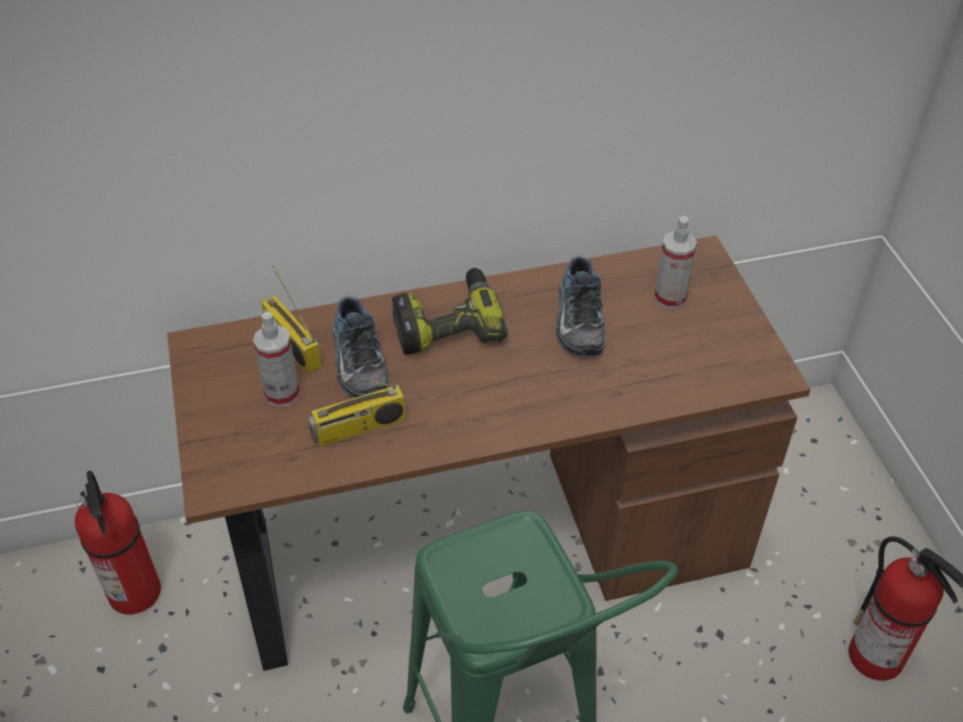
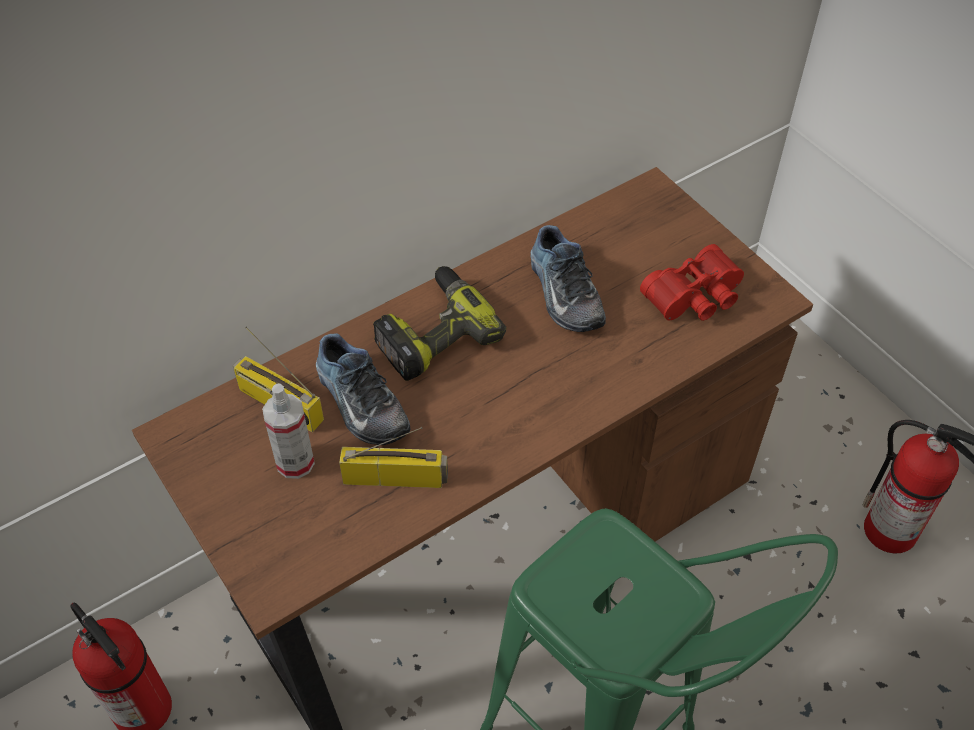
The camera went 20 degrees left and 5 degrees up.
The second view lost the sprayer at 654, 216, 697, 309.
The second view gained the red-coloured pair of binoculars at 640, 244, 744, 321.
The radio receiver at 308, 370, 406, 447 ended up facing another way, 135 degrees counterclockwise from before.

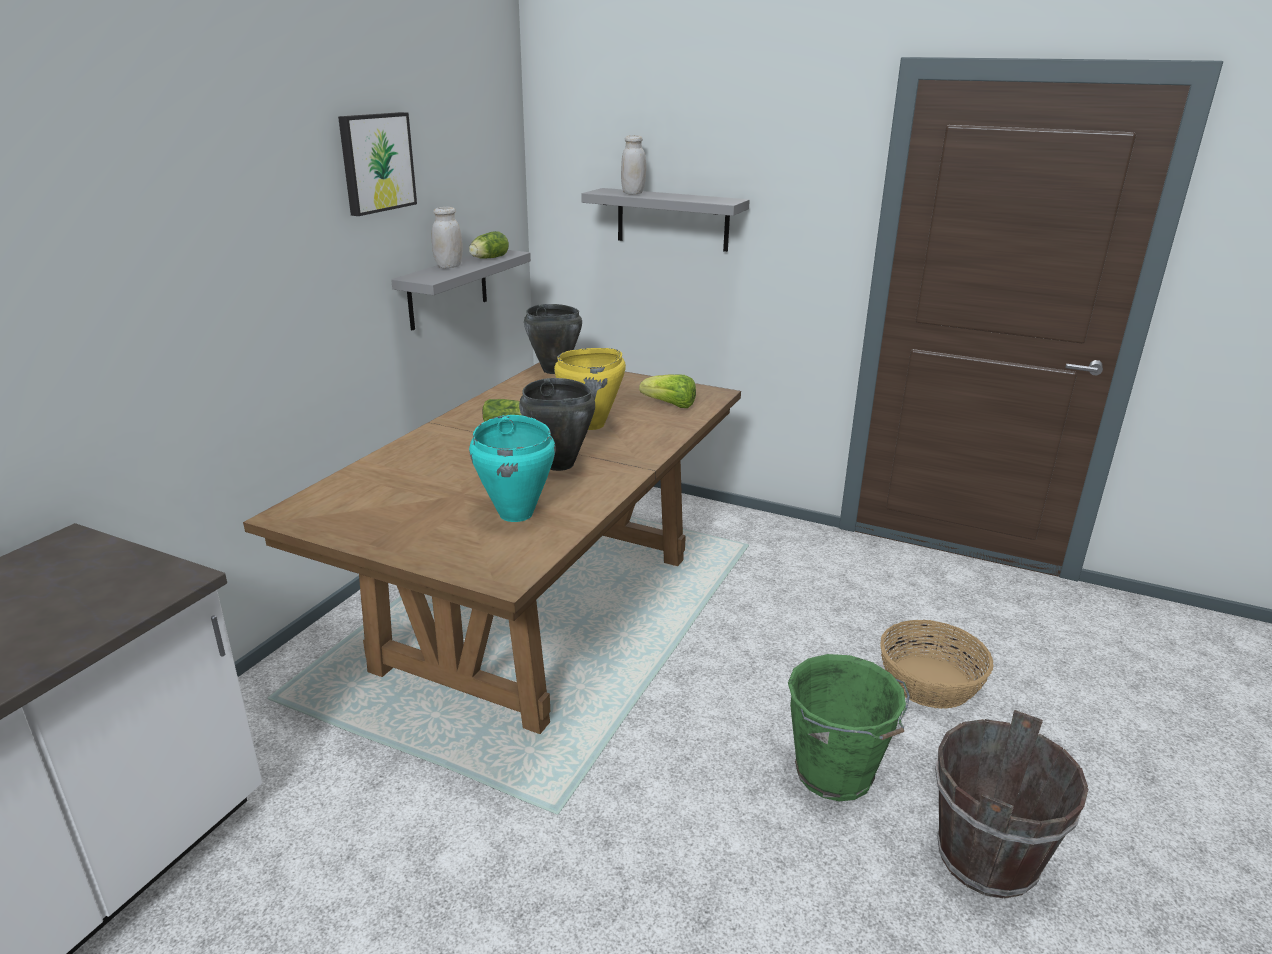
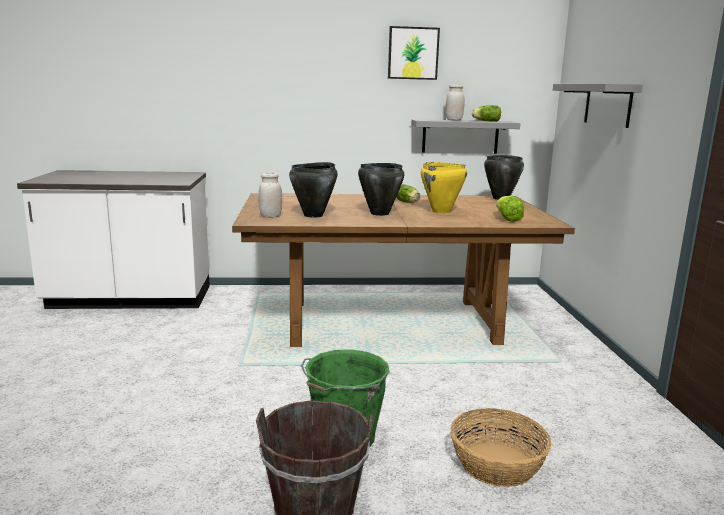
The camera went 60 degrees right and 10 degrees down.
The white jar ended up elsewhere, having gone from 621, 135, 646, 195 to 258, 172, 282, 218.
What was the turquoise-coloured cooking pot at 469, 415, 556, 522 turned into the black-coloured cooking pot at 289, 162, 338, 218.

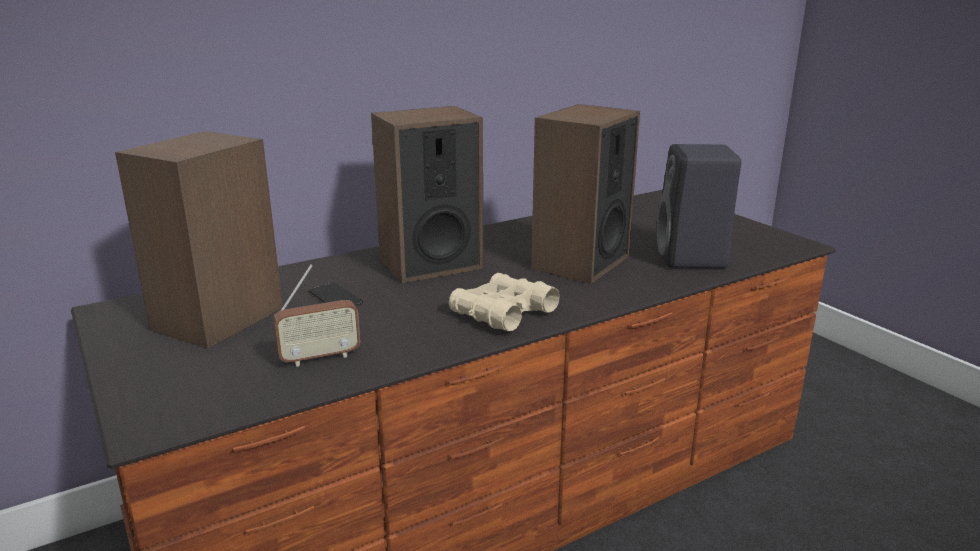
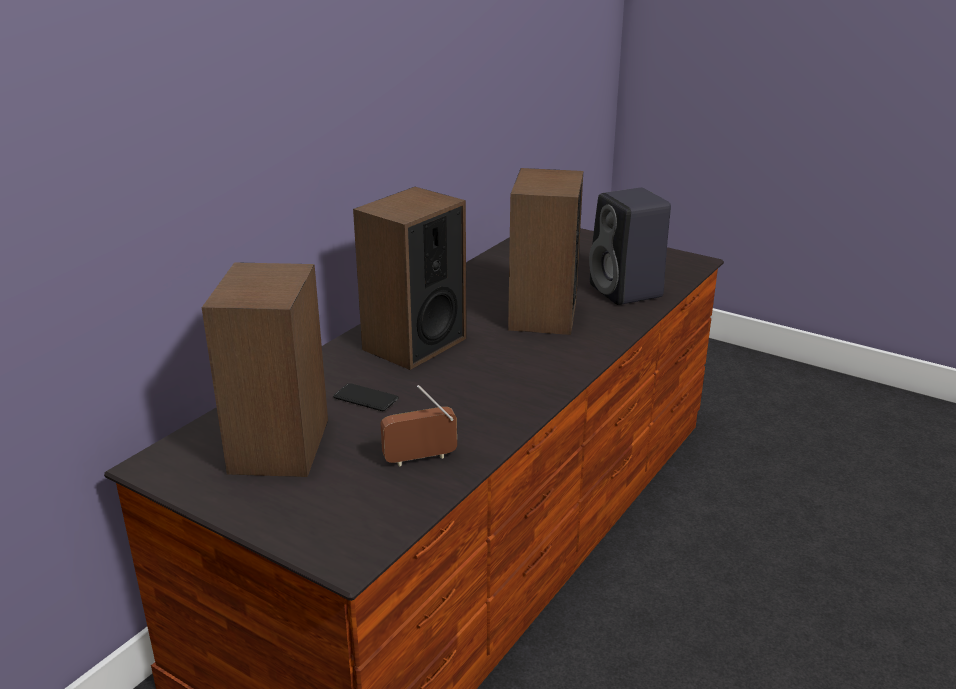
The camera went 25 degrees left and 5 degrees up.
The second view lost the beige pair of binoculars at 449, 273, 560, 331.
The radio receiver at 273, 264, 360, 367 ended up facing another way, 150 degrees counterclockwise from before.

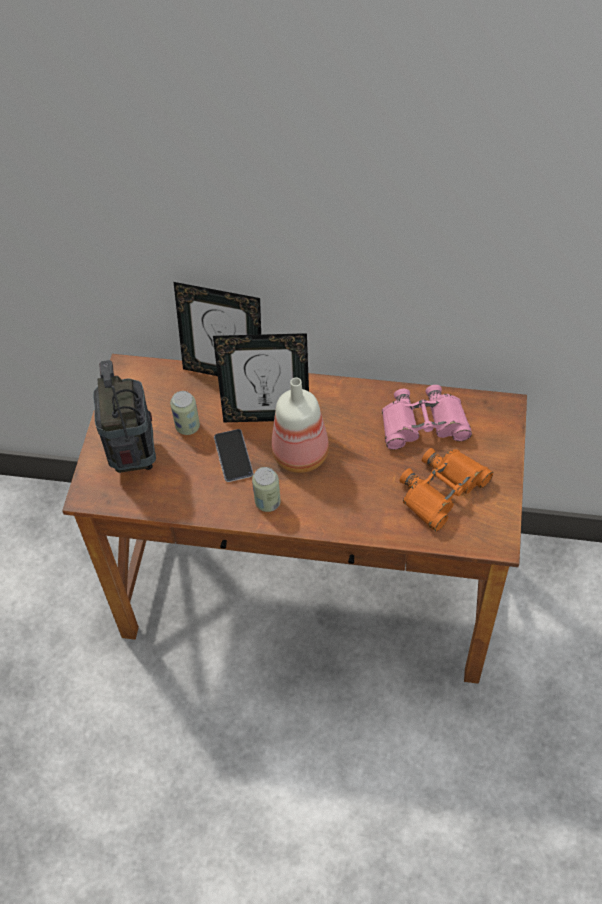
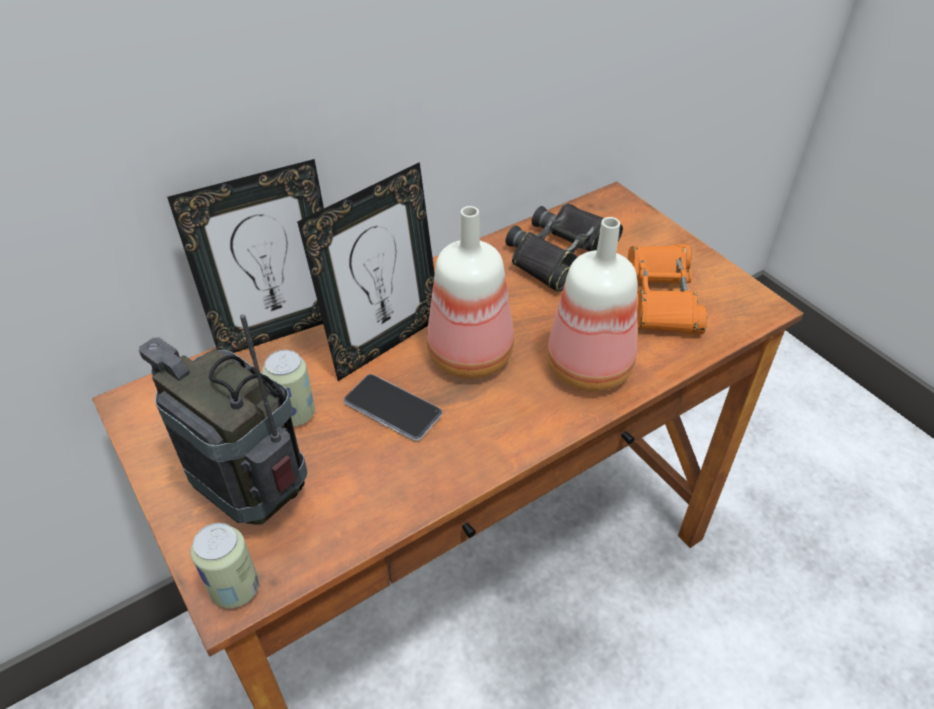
The camera went 45 degrees left and 10 degrees down.
The second view gained the beverage bottle at 547, 217, 637, 392.
The can ended up elsewhere, having gone from 252, 467, 281, 512 to 191, 523, 259, 608.
What was the pink-coloured pair of binoculars at 382, 385, 472, 450 turned into the black-coloured pair of binoculars at 506, 203, 623, 292.

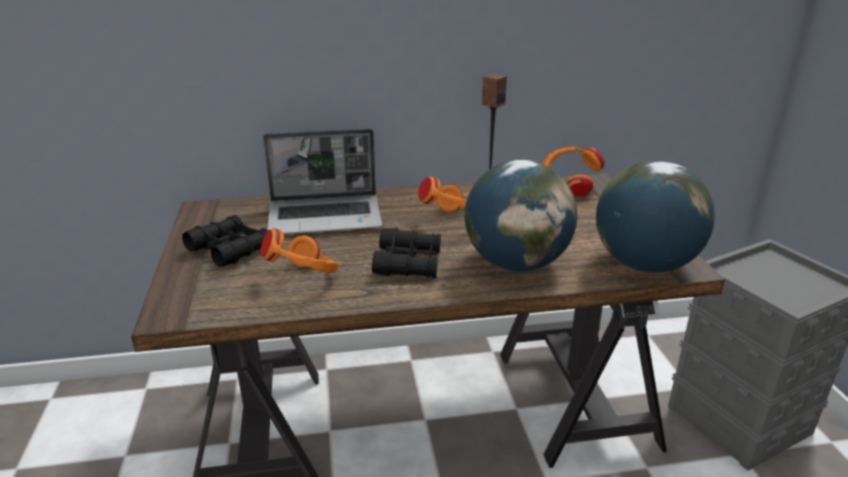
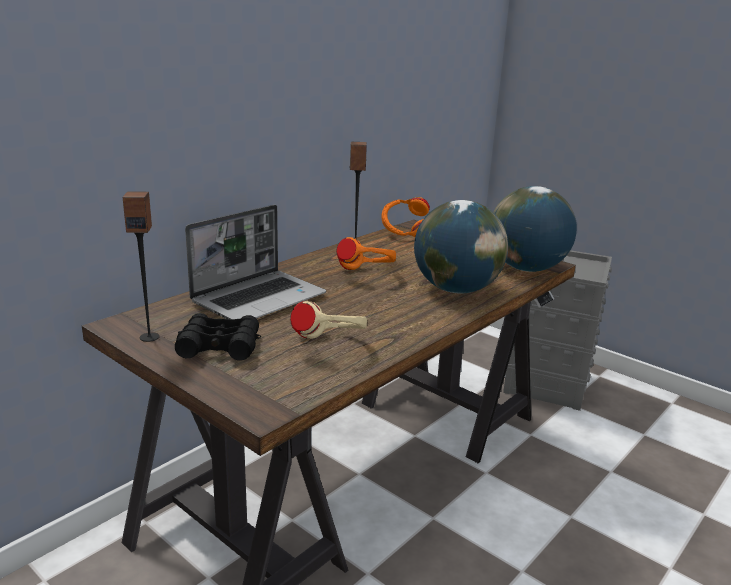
The camera went 40 degrees left and 5 degrees down.
The second view lost the black-coloured pair of binoculars at 372, 227, 441, 278.
The second view gained the speaker at 123, 191, 160, 342.
What was the orange pair of headphones at 260, 228, 339, 273 turned into the beige pair of headphones at 290, 301, 367, 339.

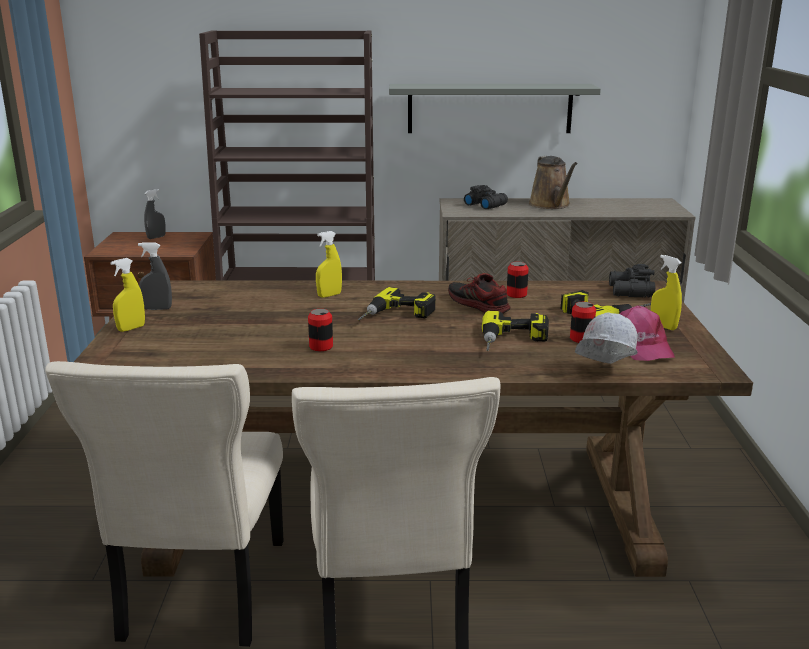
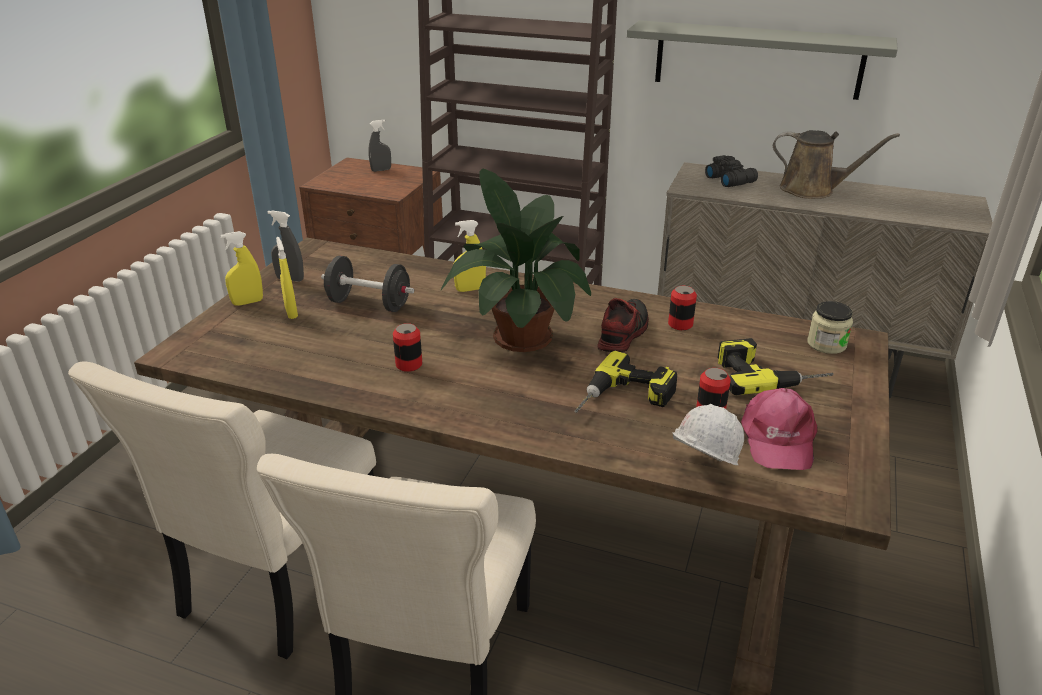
The camera went 20 degrees right and 10 degrees up.
The second view gained the black-coloured dumbbell at 321, 256, 414, 312.
The yellow sprayer ended up elsewhere, having gone from 651, 255, 682, 330 to 276, 237, 298, 319.
Where the drill stood at 357, 287, 435, 320, the houseplant came to stand at 441, 169, 591, 352.
Where the black-coloured pair of binoculars stood at 609, 264, 655, 297, the jar came to stand at 807, 301, 853, 354.
The item of footwear at 448, 273, 510, 313 ended up facing another way, 45 degrees clockwise from before.
The brownish sprinkling can at 529, 156, 578, 209 ended up facing another way, 75 degrees counterclockwise from before.

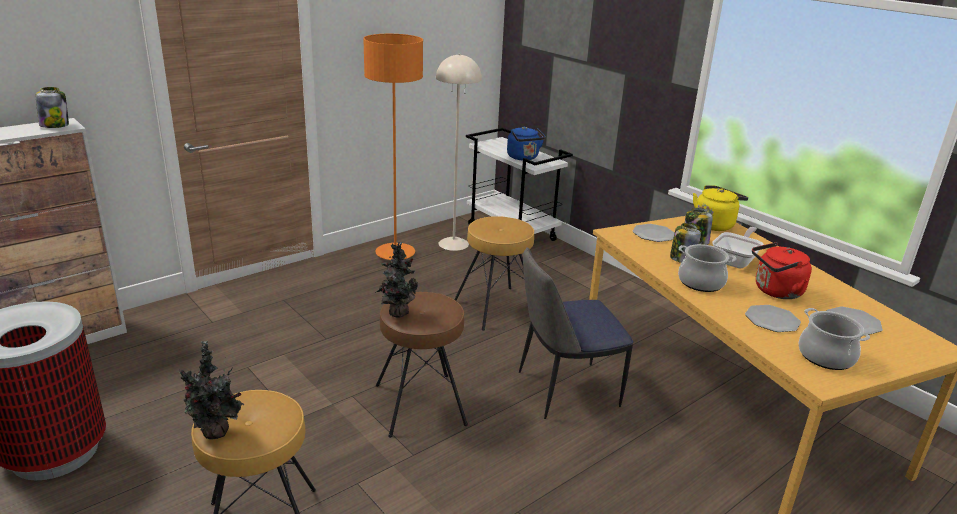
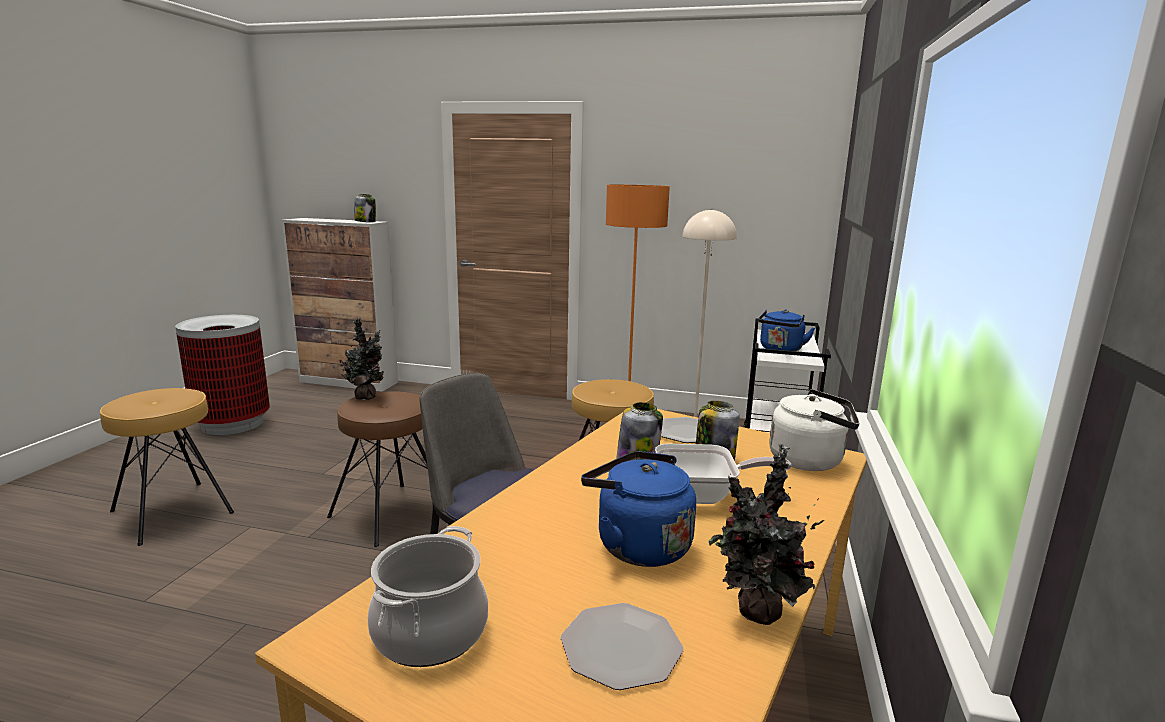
The camera went 55 degrees right and 10 degrees down.
The second view lost the cooking pot at 678, 244, 736, 292.
The second view lost the plate at 745, 305, 801, 332.
The houseplant ended up elsewhere, having gone from 179, 341, 244, 440 to 709, 444, 824, 625.
What was the yellow tea kettle at 693, 185, 748, 231 turned into the white tea kettle at 769, 389, 860, 471.
What was the red-coloured tea kettle at 752, 242, 812, 299 turned into the blue tea kettle at 581, 451, 696, 567.

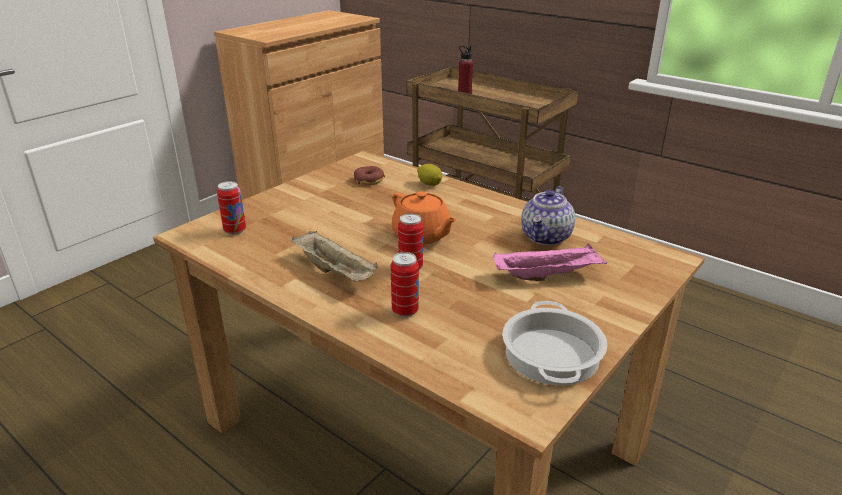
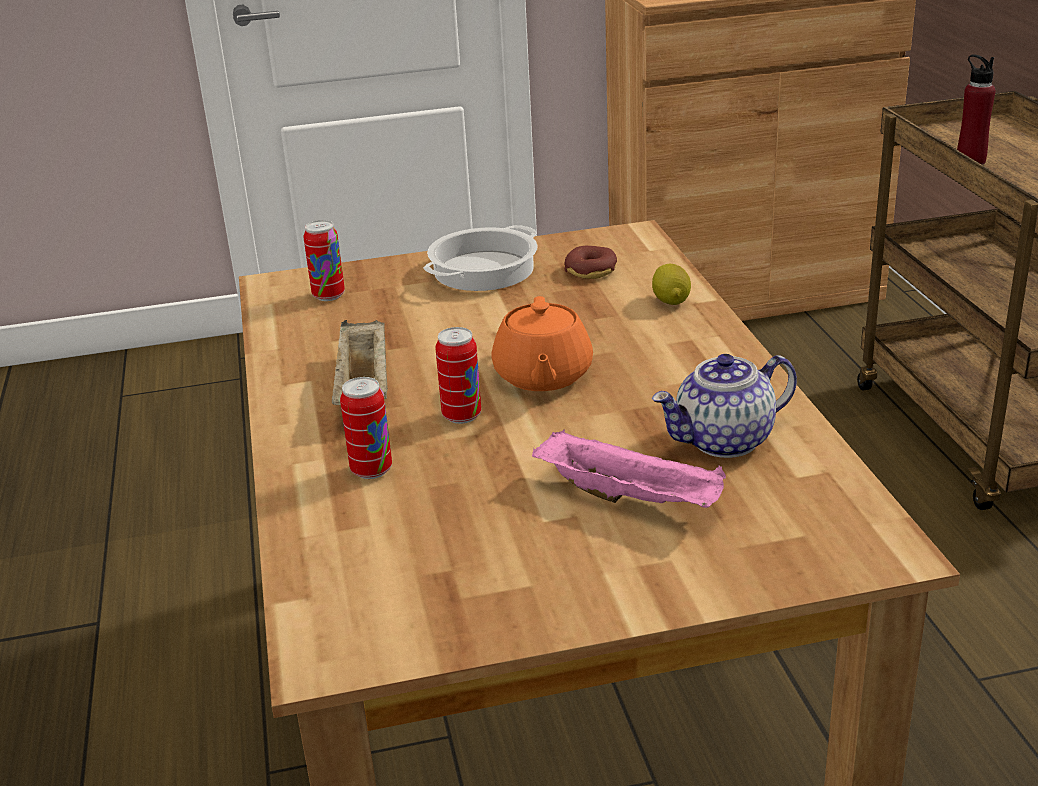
The camera went 40 degrees right and 0 degrees up.
The cooking pot ended up elsewhere, having gone from 502, 301, 607, 385 to 423, 225, 538, 291.

